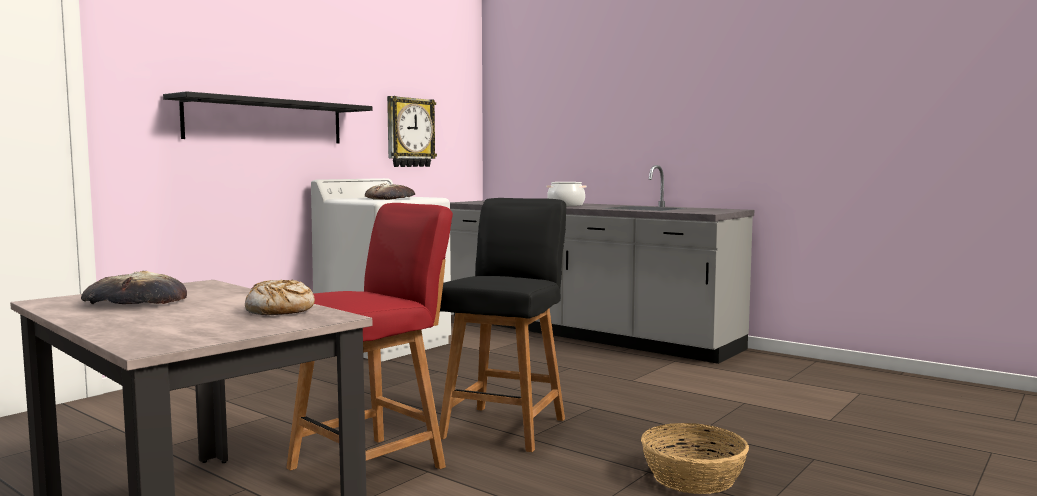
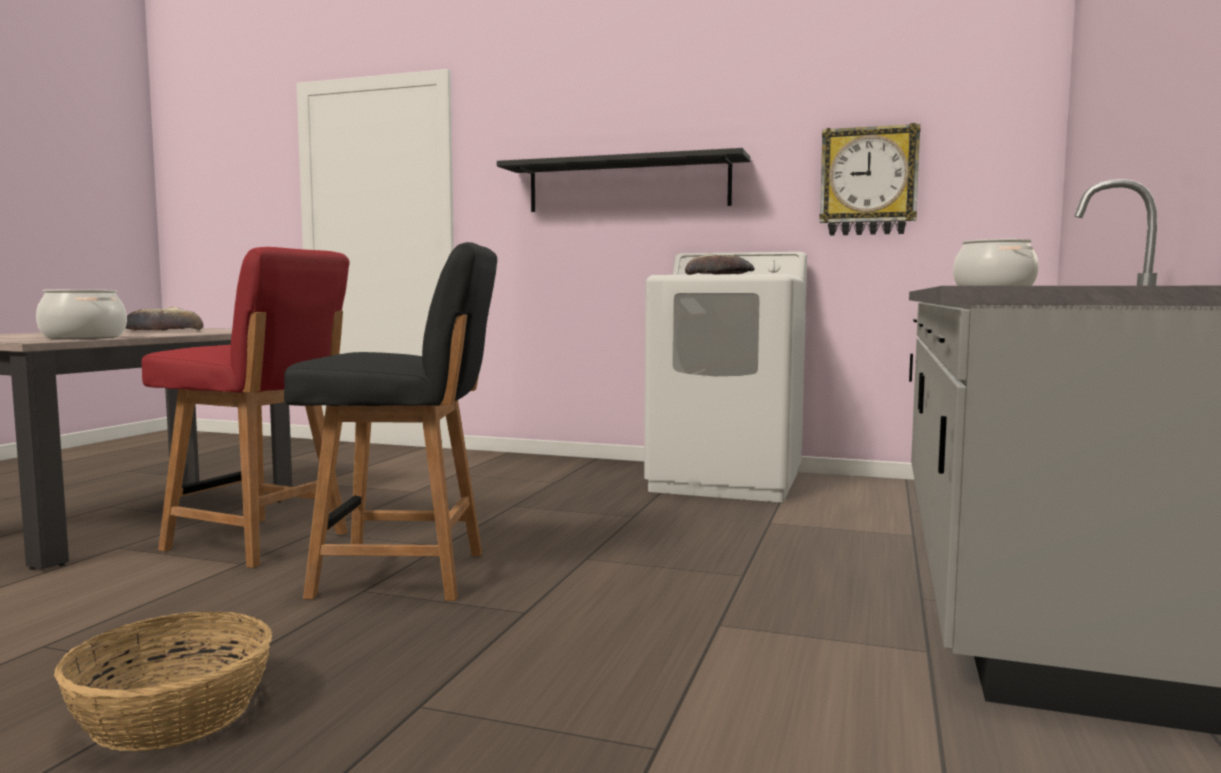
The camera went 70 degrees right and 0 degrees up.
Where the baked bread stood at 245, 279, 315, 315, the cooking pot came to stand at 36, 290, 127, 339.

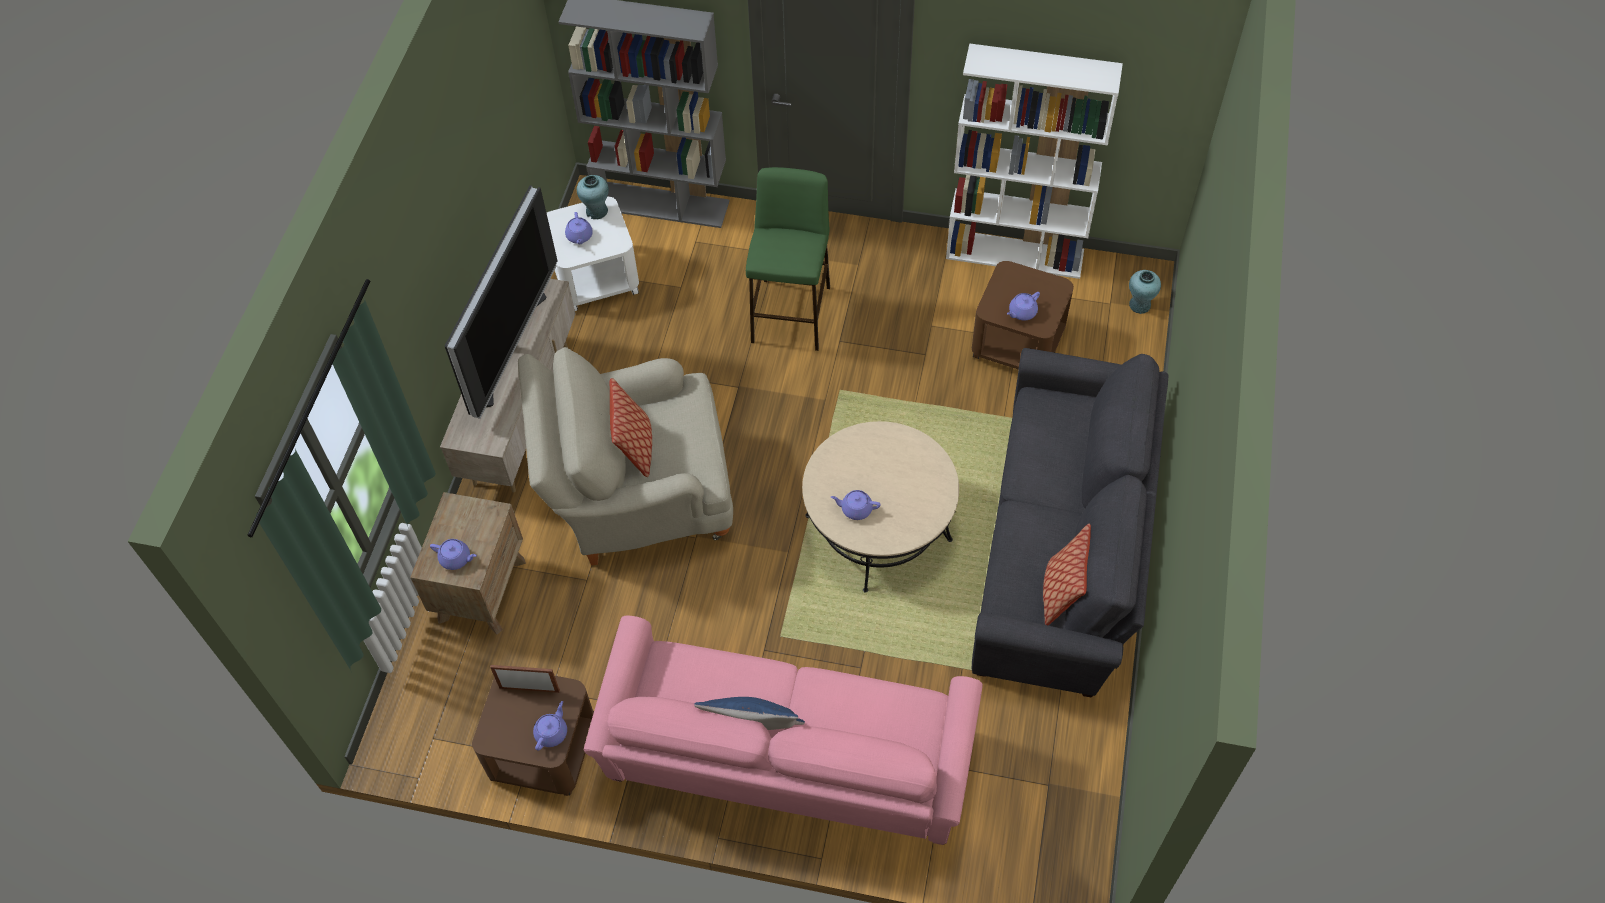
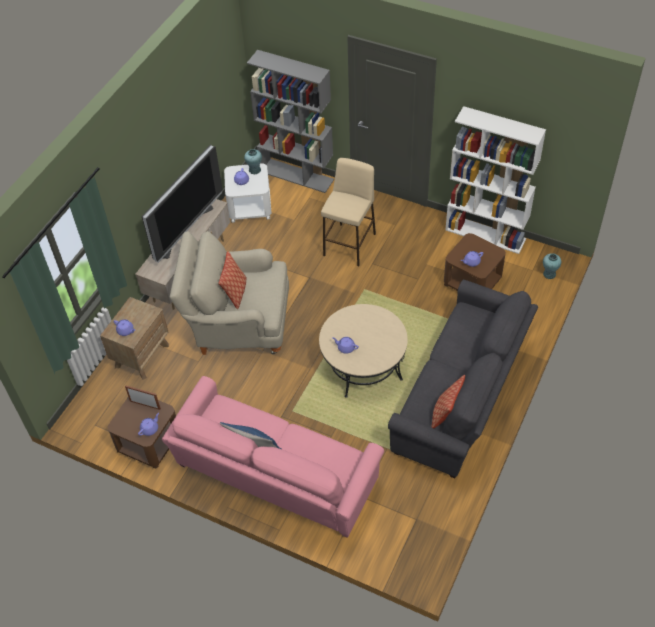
The camera went 15 degrees right and 5 degrees down.
What was the greenish stool at 746, 167, 830, 351 turned into the beige stool at 321, 158, 376, 266.

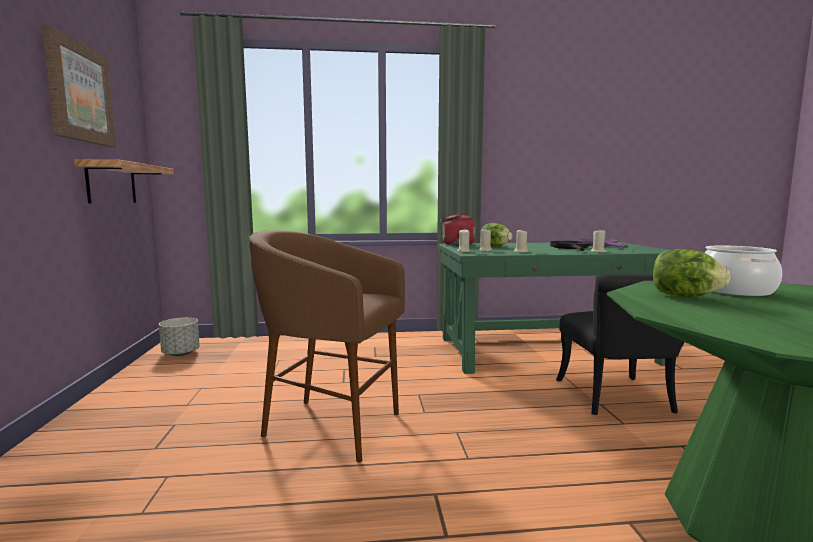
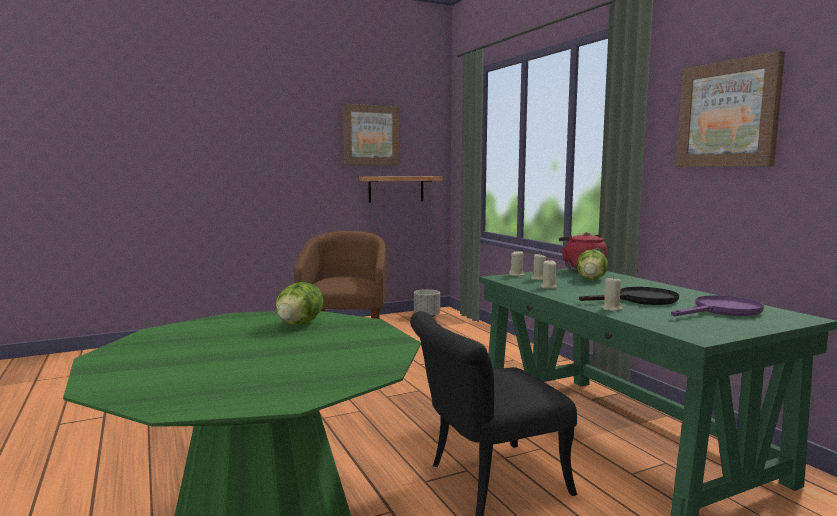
The camera went 70 degrees right and 0 degrees up.
The second view lost the cooking pot at 705, 246, 782, 296.
The second view gained the wall art at 676, 51, 785, 167.

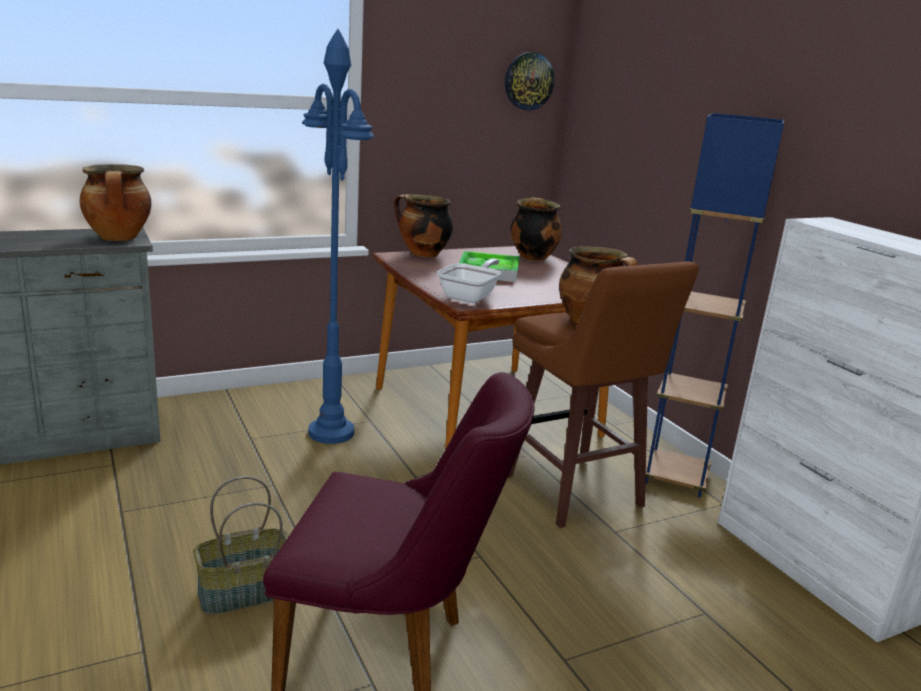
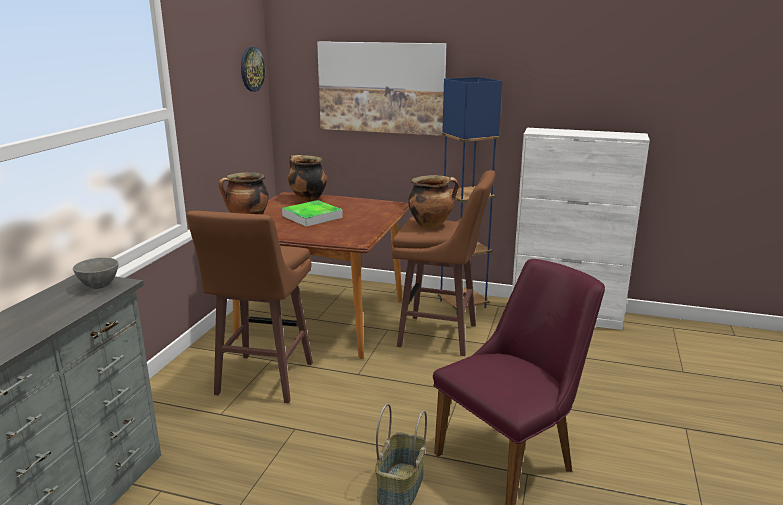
The camera went 45 degrees left and 0 degrees up.
The second view lost the pan at 437, 259, 501, 303.
The second view gained the wall art at 317, 41, 446, 136.
Where the cooking pot stood at 80, 164, 151, 241, the greyish serving bowl came to stand at 73, 258, 119, 289.
Where the blue floor lamp stood at 302, 29, 374, 444, the brownish stool came to stand at 187, 211, 313, 403.

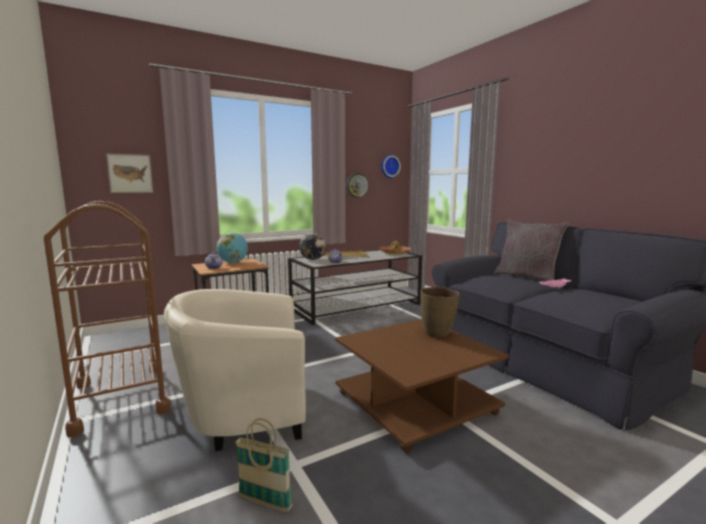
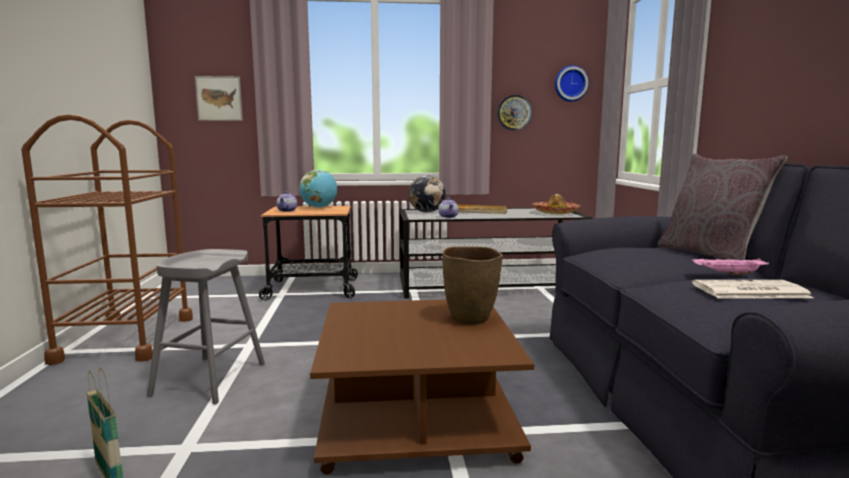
The camera went 25 degrees right and 0 degrees up.
The second view gained the printed paper at 692, 280, 813, 298.
Where the beige lounge chair stood at 164, 289, 306, 451, the greyish stool came to stand at 147, 249, 265, 405.

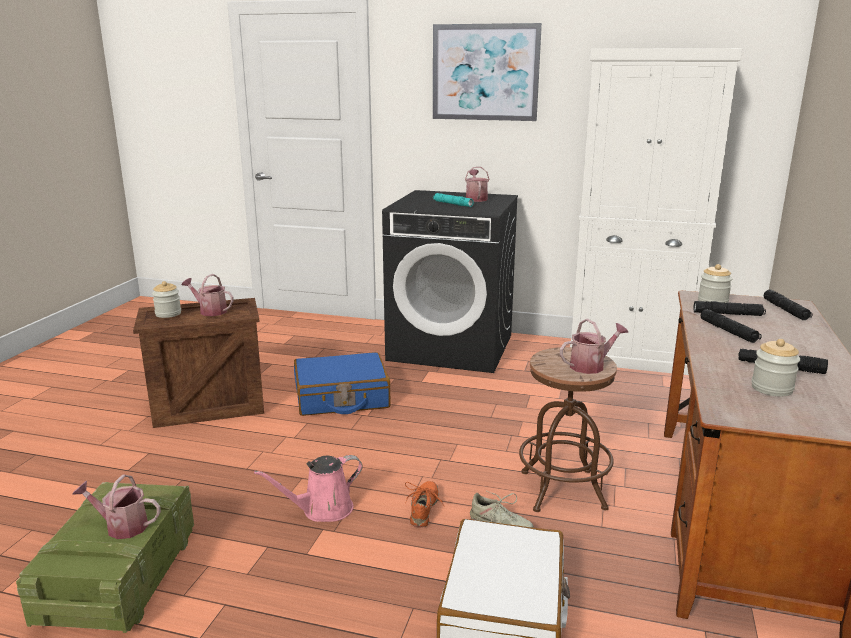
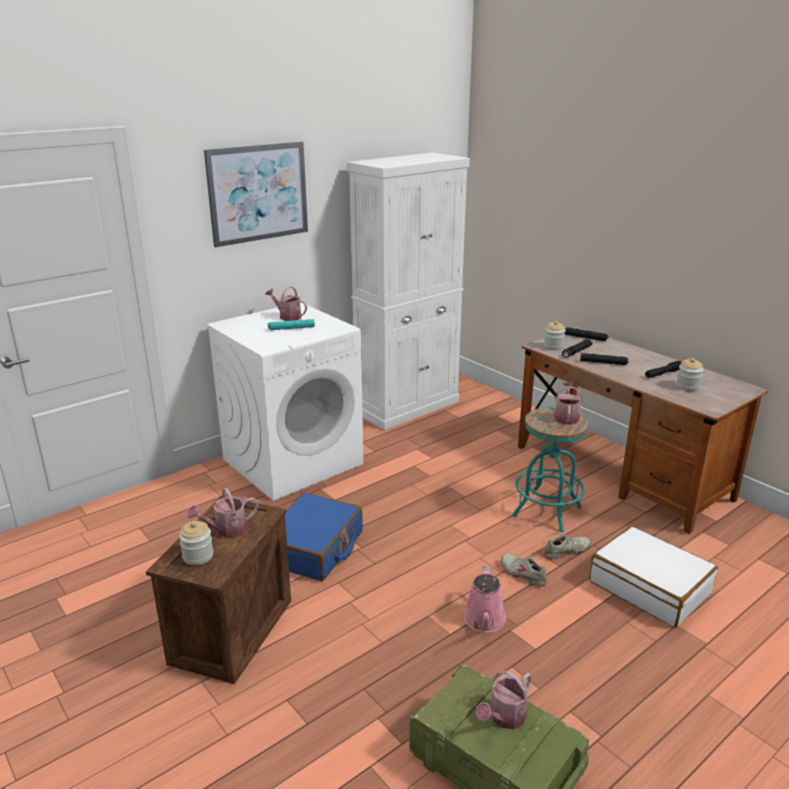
The camera went 55 degrees left and 5 degrees up.
What was the black-coloured laundry appliance at 382, 190, 518, 373 turned into the white laundry appliance at 206, 302, 364, 501.
What was the orange item of footwear at 405, 481, 444, 527 turned into the beige item of footwear at 501, 554, 547, 587.
What was the brownish stool at 519, 347, 617, 512 turned into the turquoise-coloured stool at 512, 407, 589, 532.

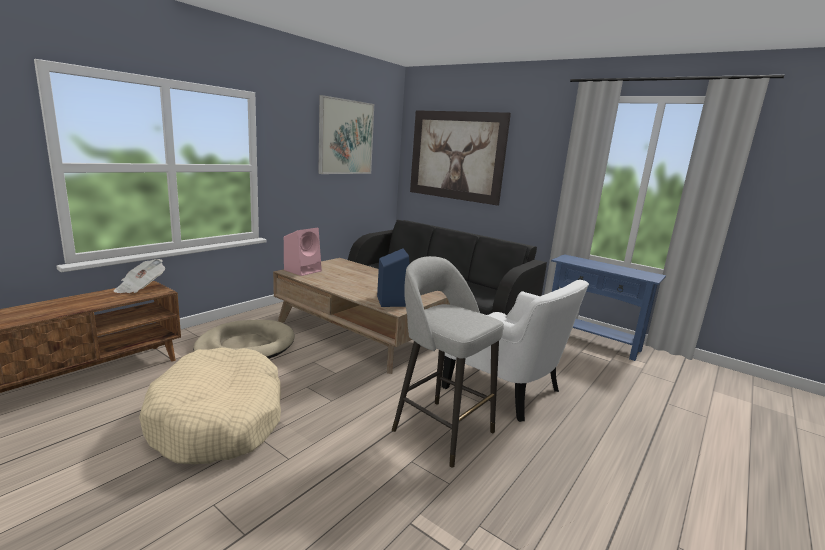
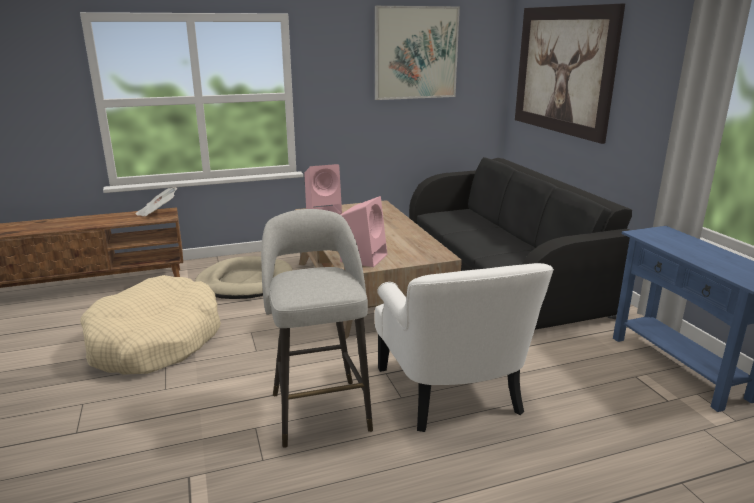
The camera went 35 degrees right and 5 degrees up.
What was the blue speaker at 377, 248, 409, 307 turned into the pink-coloured speaker at 340, 196, 387, 267.

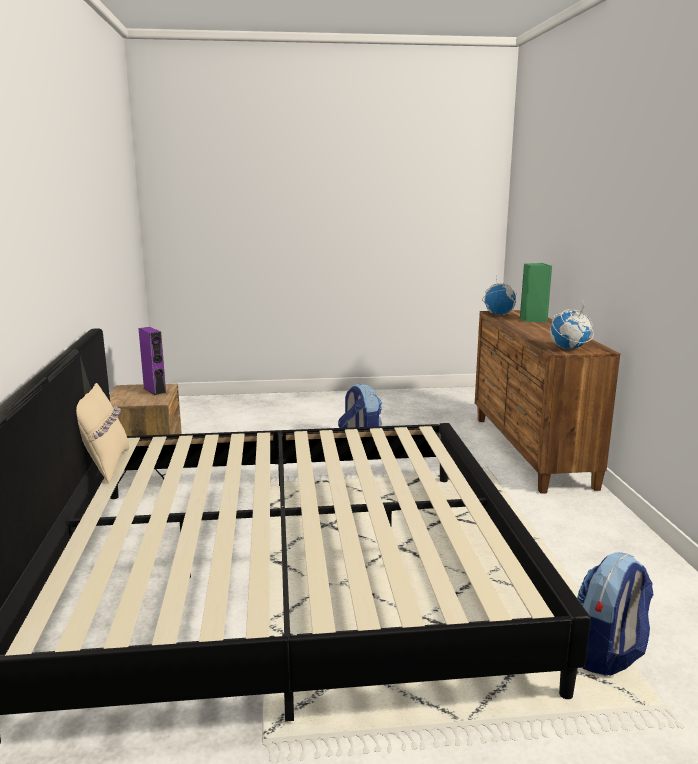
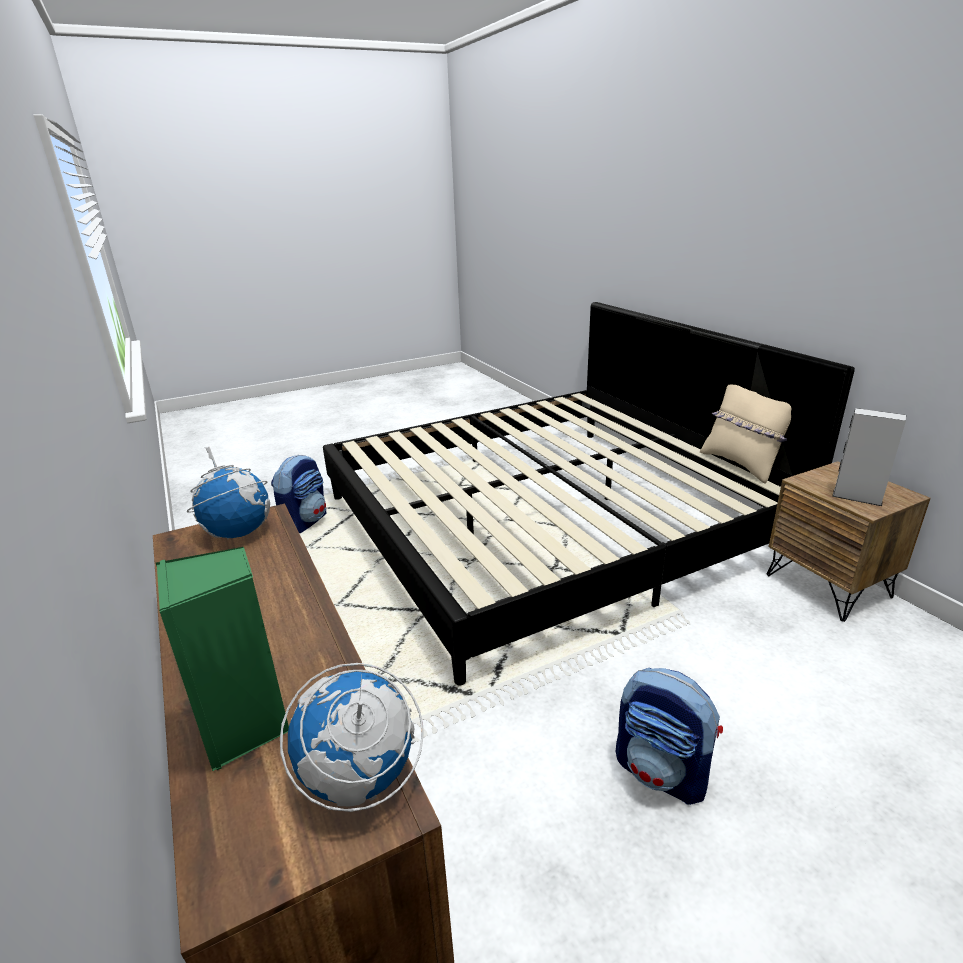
The camera went 160 degrees right and 10 degrees up.
What was the purplish speaker at 138, 327, 166, 395 turned into the greyish speaker at 832, 408, 906, 506.

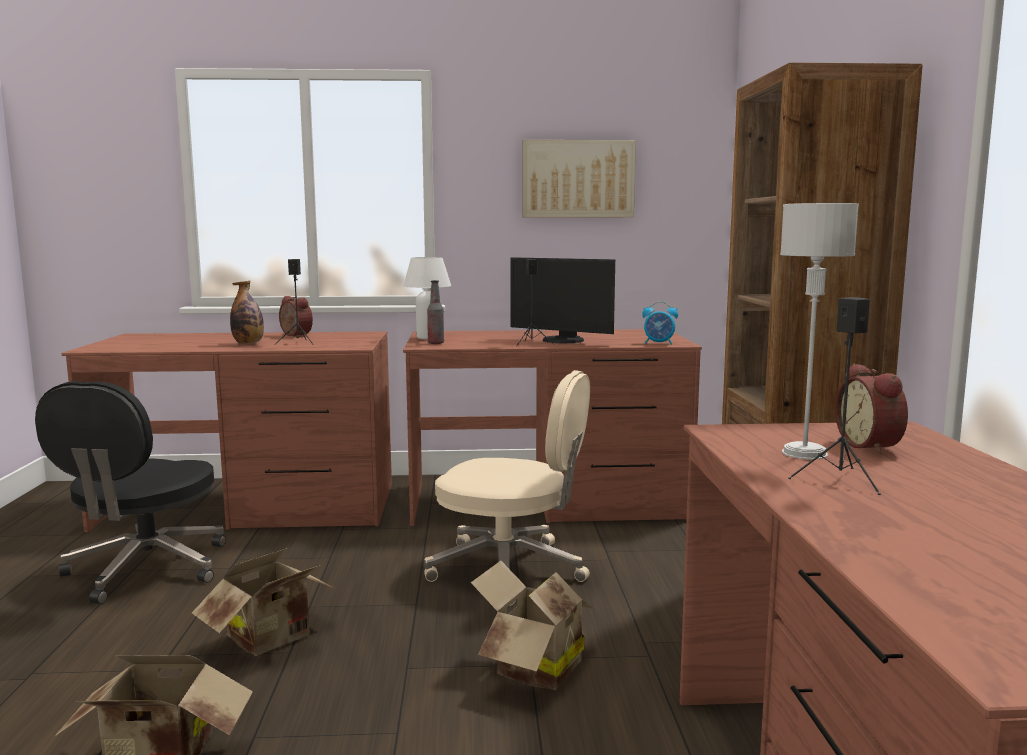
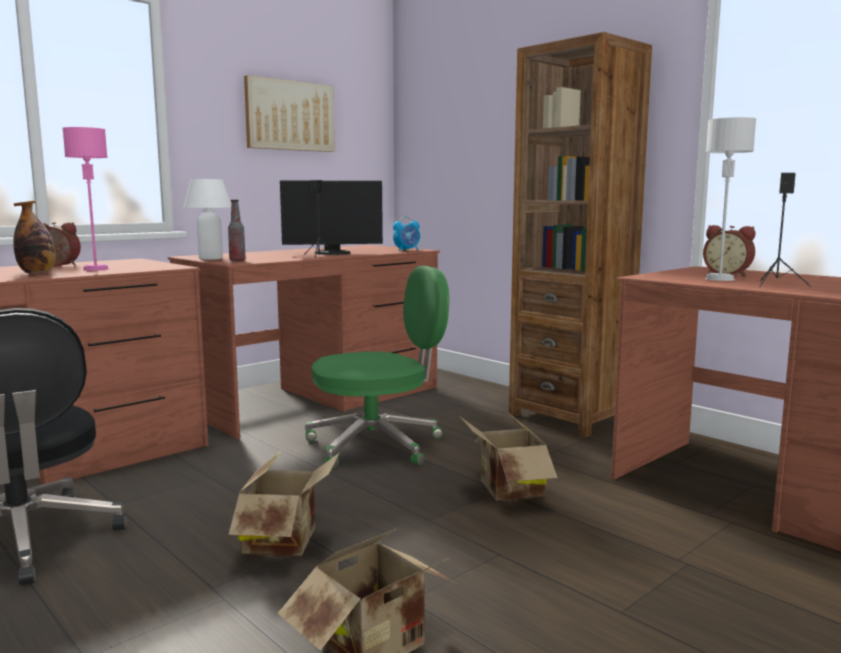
The camera went 40 degrees left and 0 degrees up.
Where the black-coloured speaker stood at 275, 259, 314, 345, the pink-coloured lamp for a table came to stand at 63, 127, 109, 271.
What was the beige office chair at 424, 370, 590, 606 turned into the greenish office chair at 305, 266, 449, 468.

